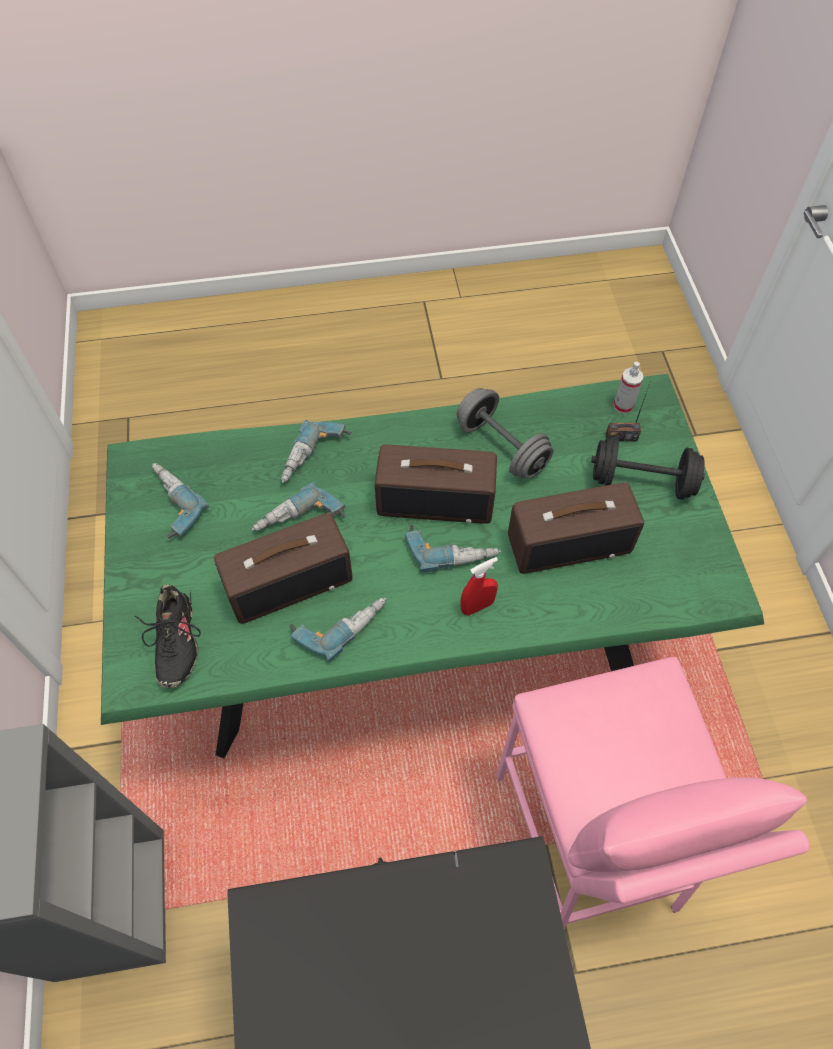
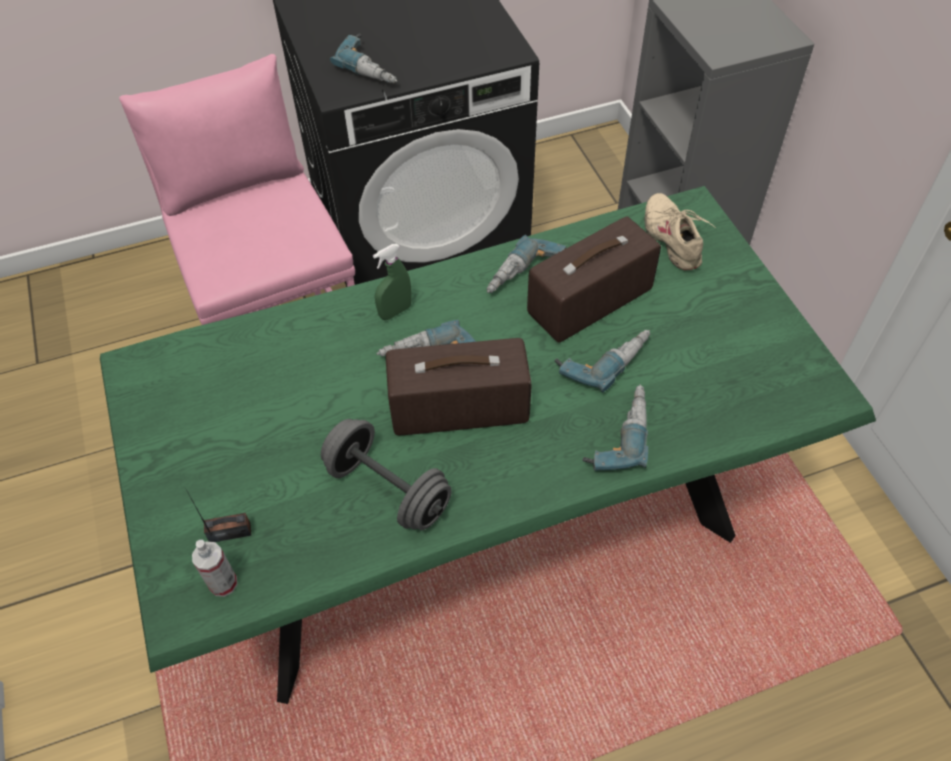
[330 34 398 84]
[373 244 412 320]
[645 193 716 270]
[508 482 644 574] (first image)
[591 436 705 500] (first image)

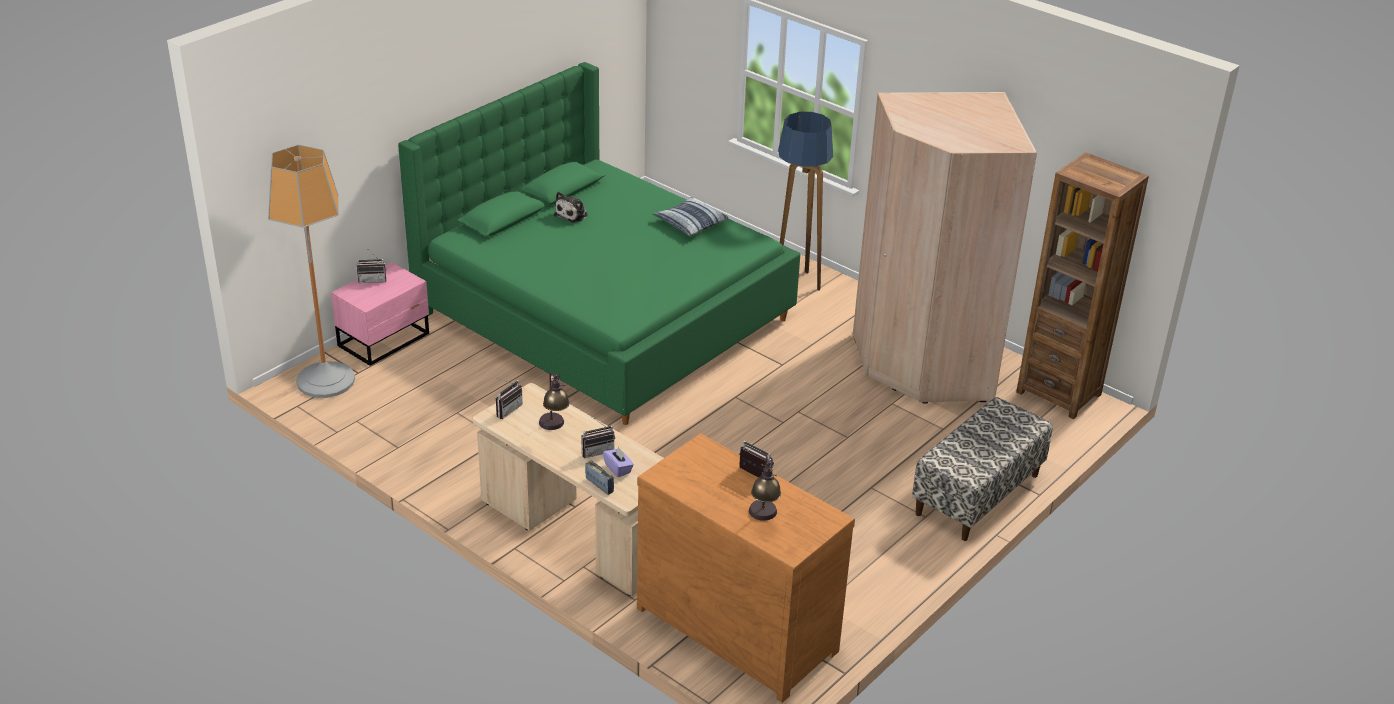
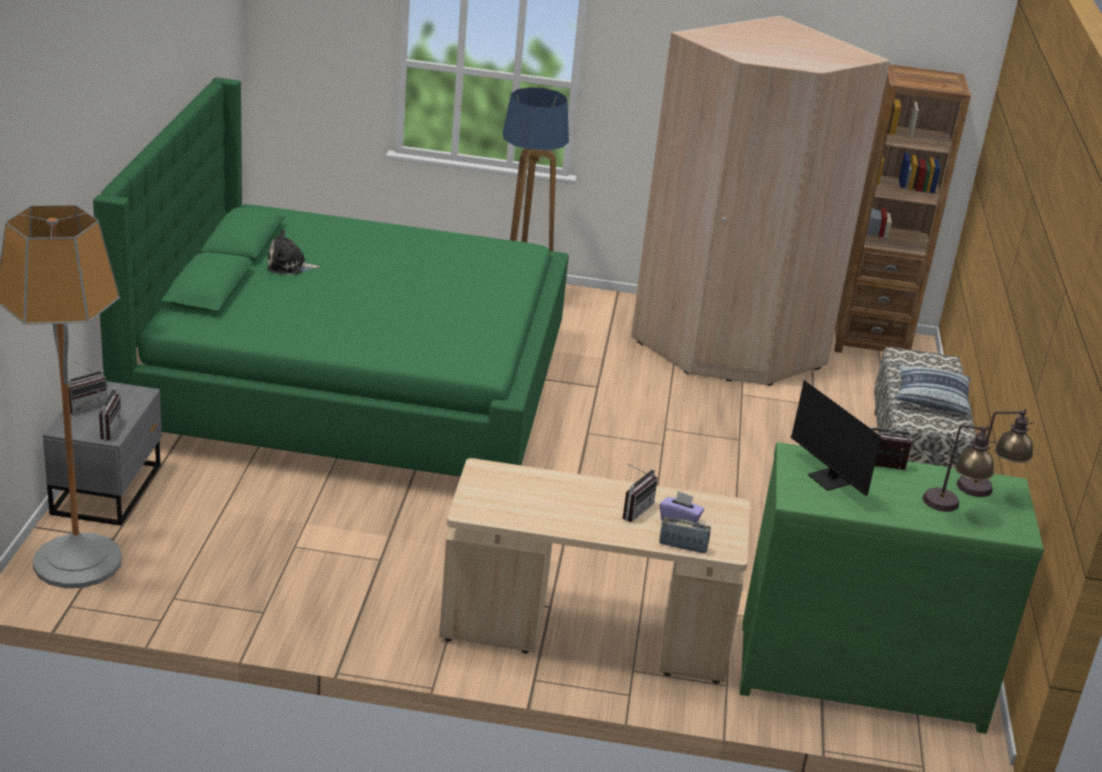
[43 381 162 526]
[91 388 122 440]
[267 229 320 275]
[740 442 1044 734]
[791 380 902 496]
[895 364 970 414]
[957 409 1034 497]

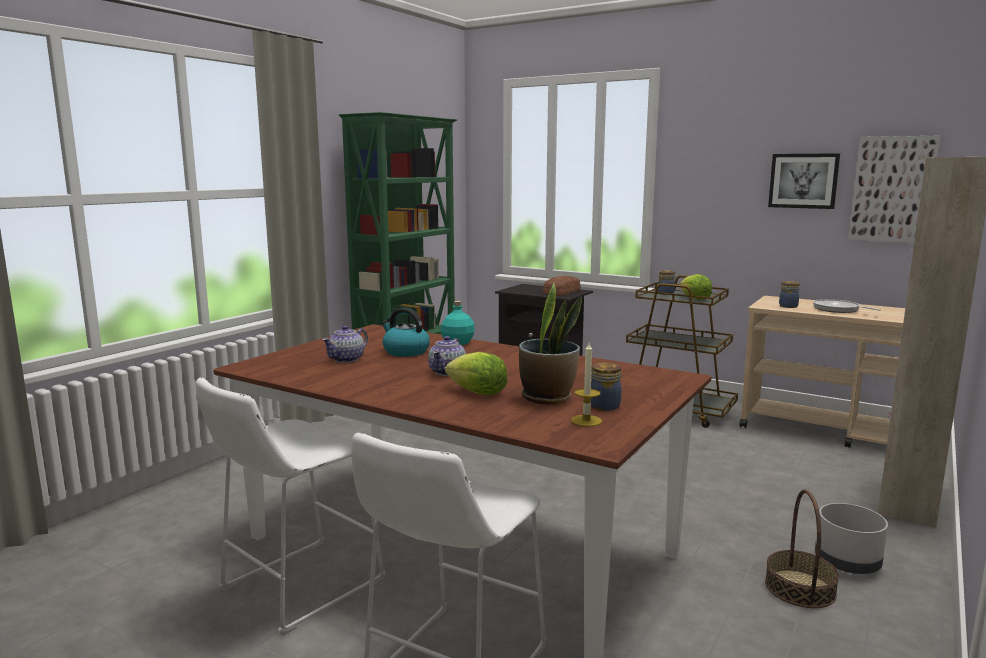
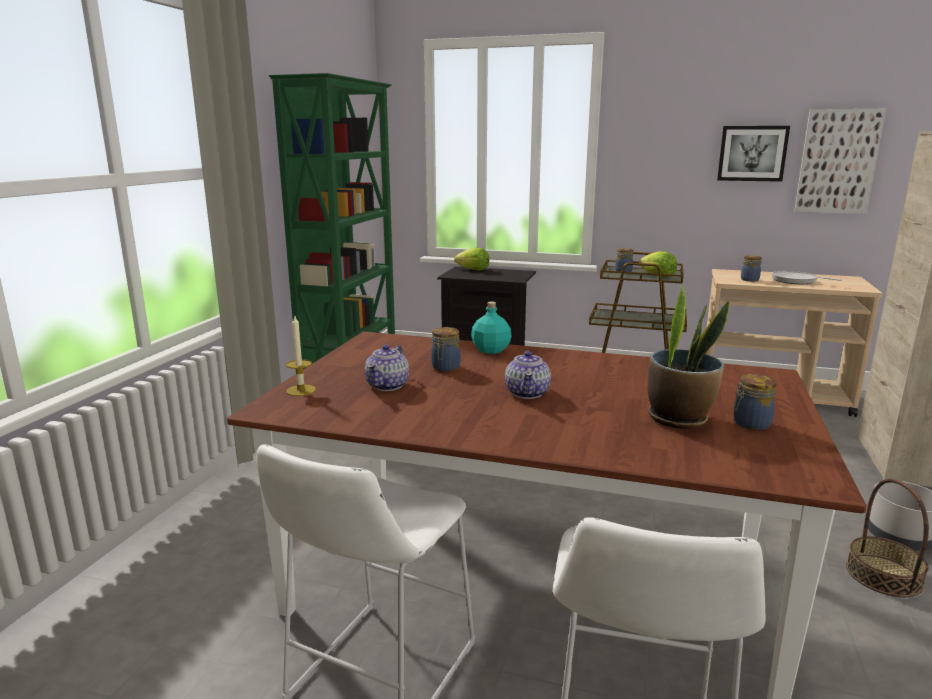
[286 316 316 396]
[431 327 460 371]
[454 248 489 270]
[543 276 581 295] (first image)

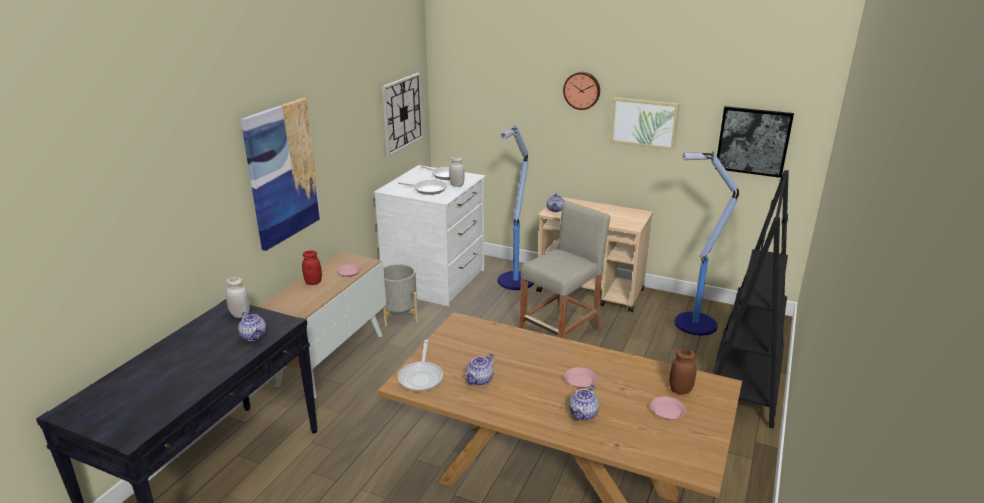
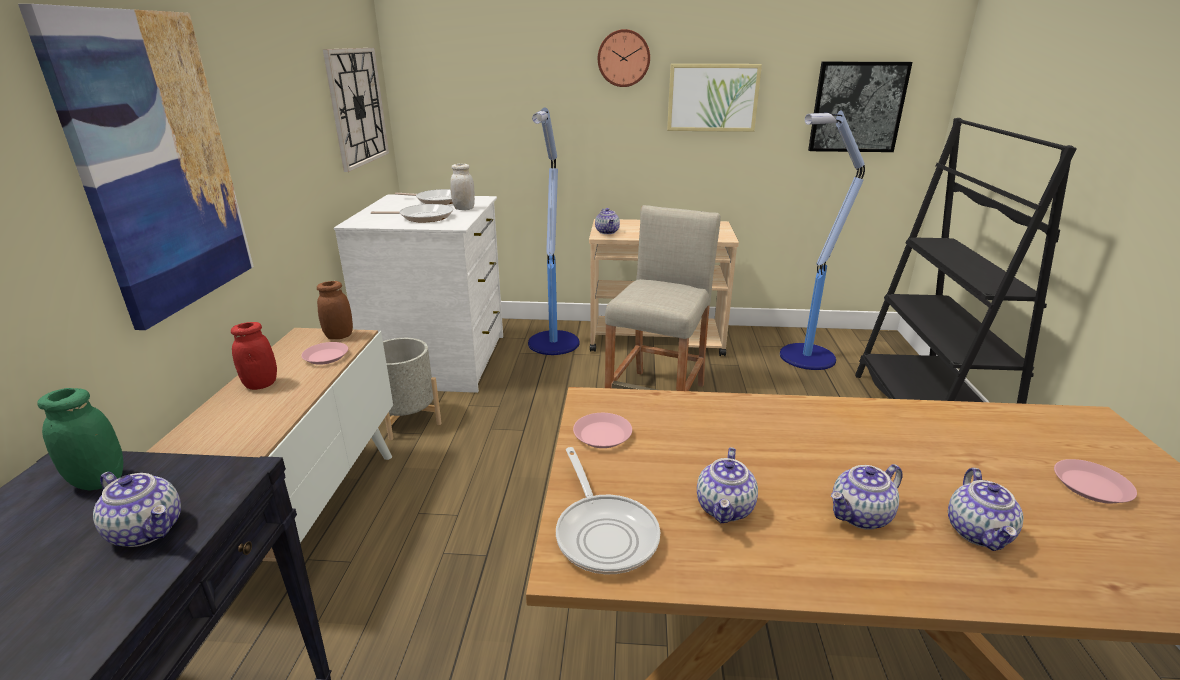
[37 388 123 491]
[317 281 353 339]
[573 413 632 448]
[831 464 902 530]

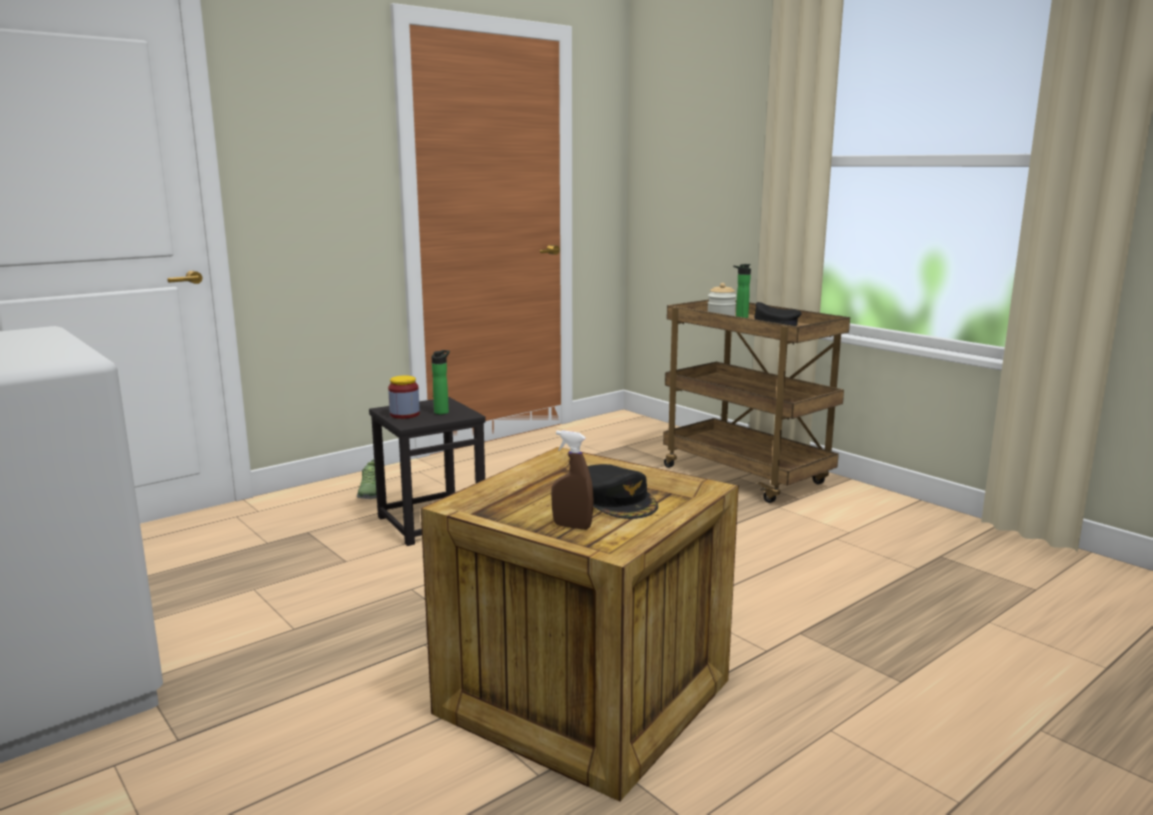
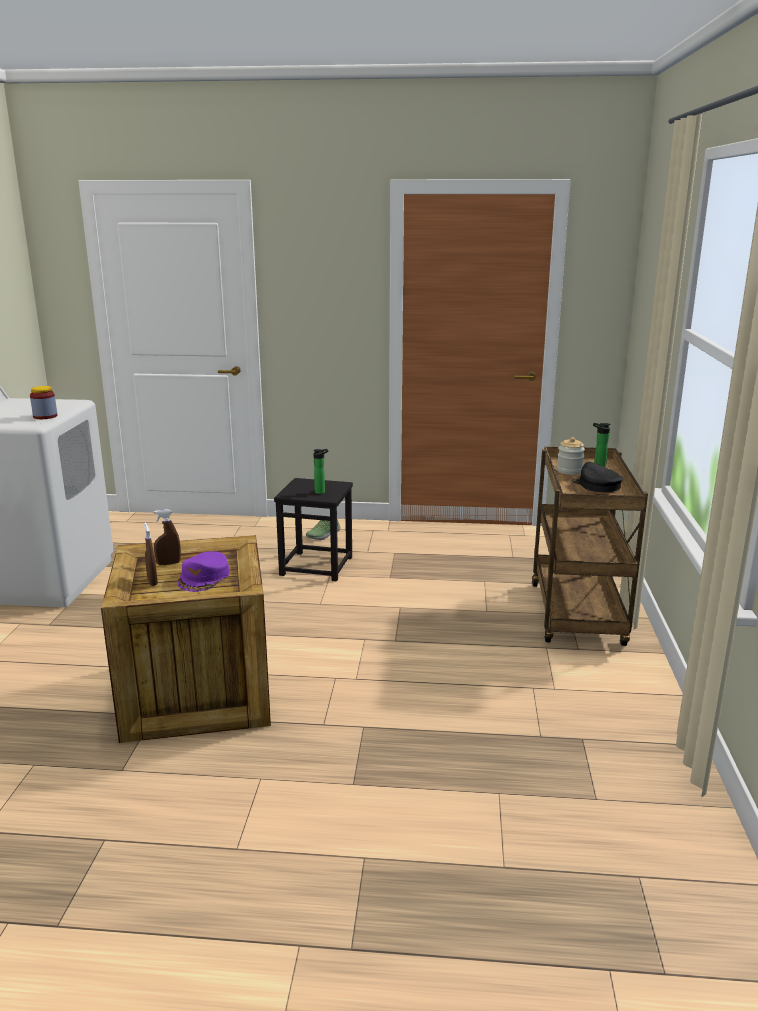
[30 386 57 419]
[154 509 181 565]
[178 551 229 592]

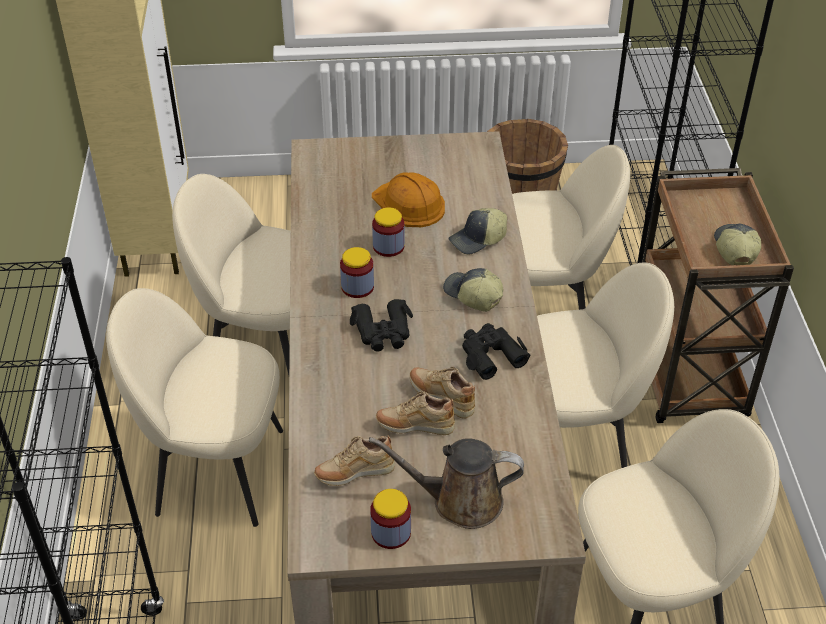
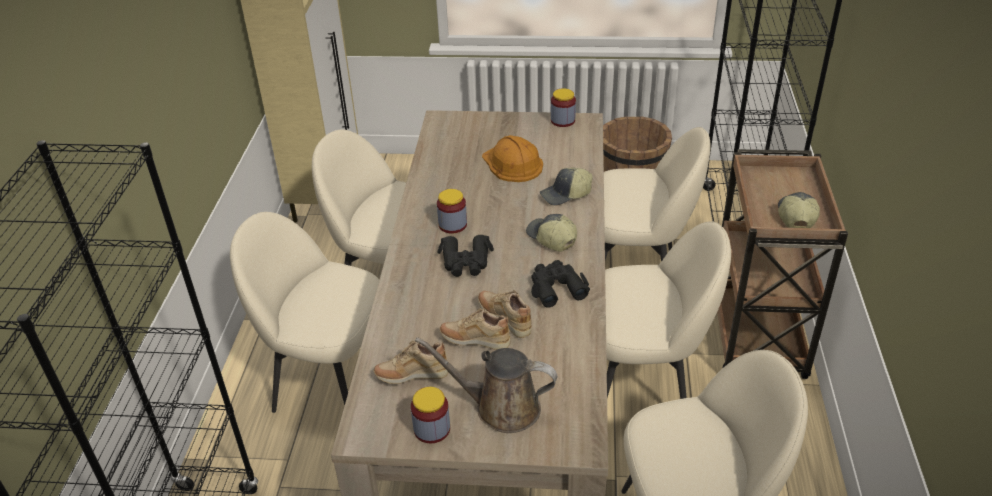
[551 88 576 127]

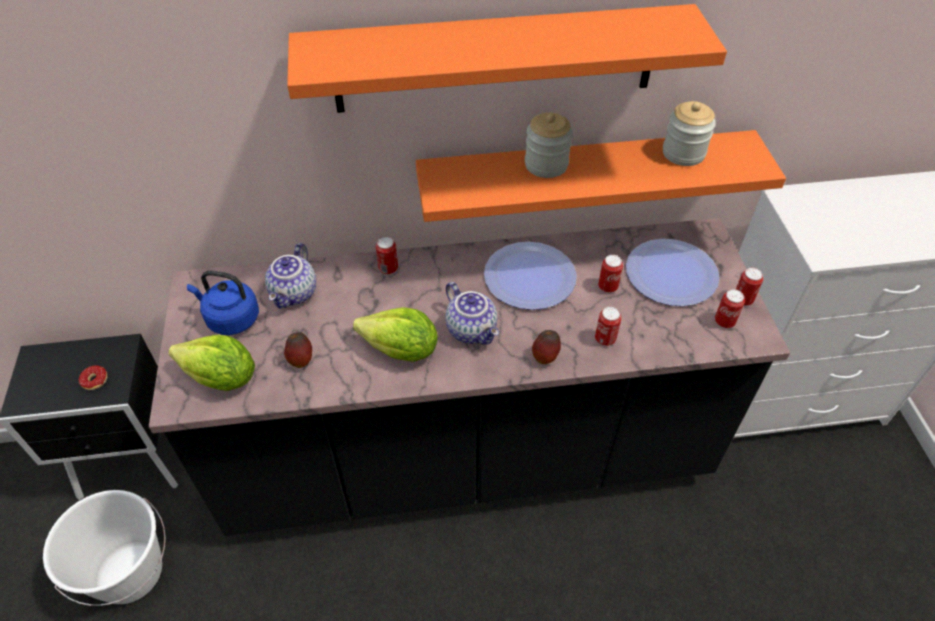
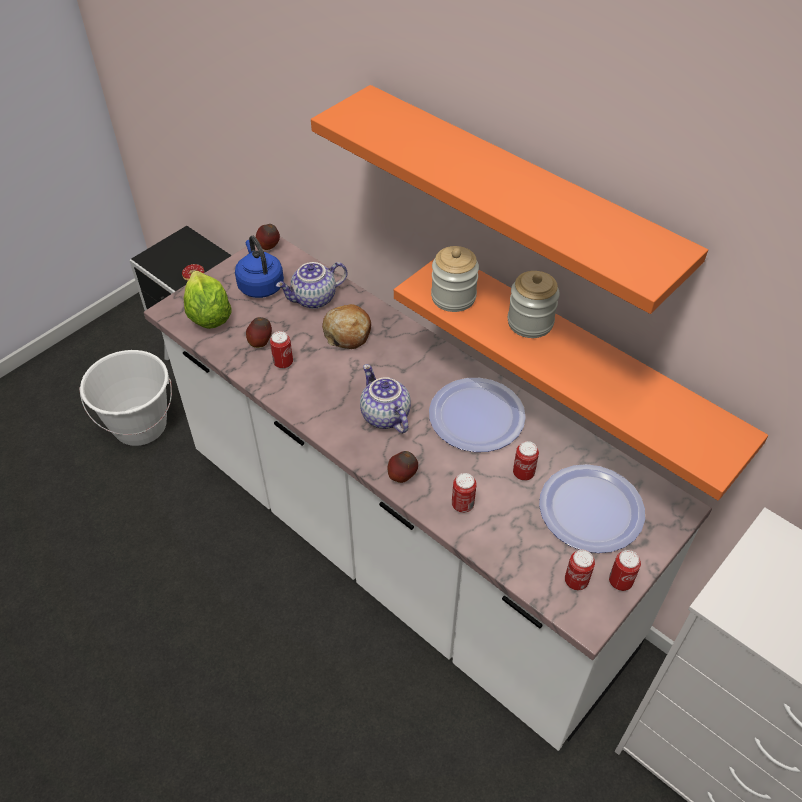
[144 237 712 751]
[256 224 280 250]
[270 331 293 369]
[322 304 371 349]
[360 364 411 433]
[431 246 479 312]
[353 307 438 362] (first image)

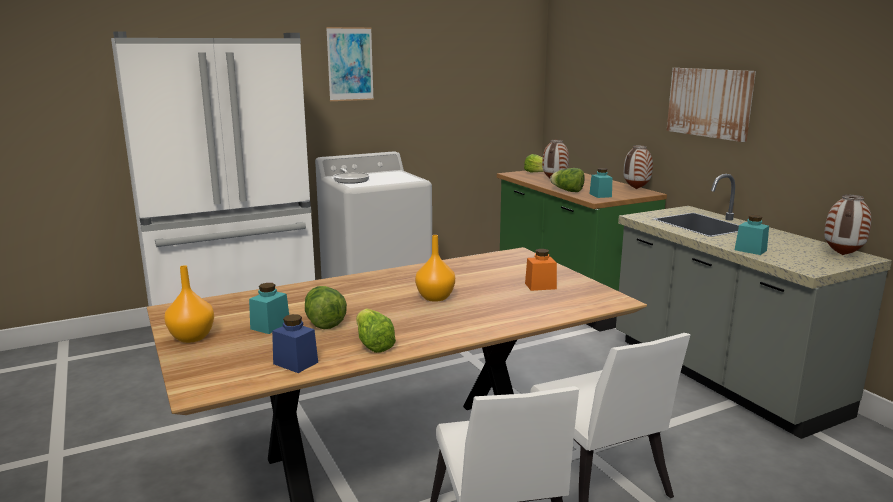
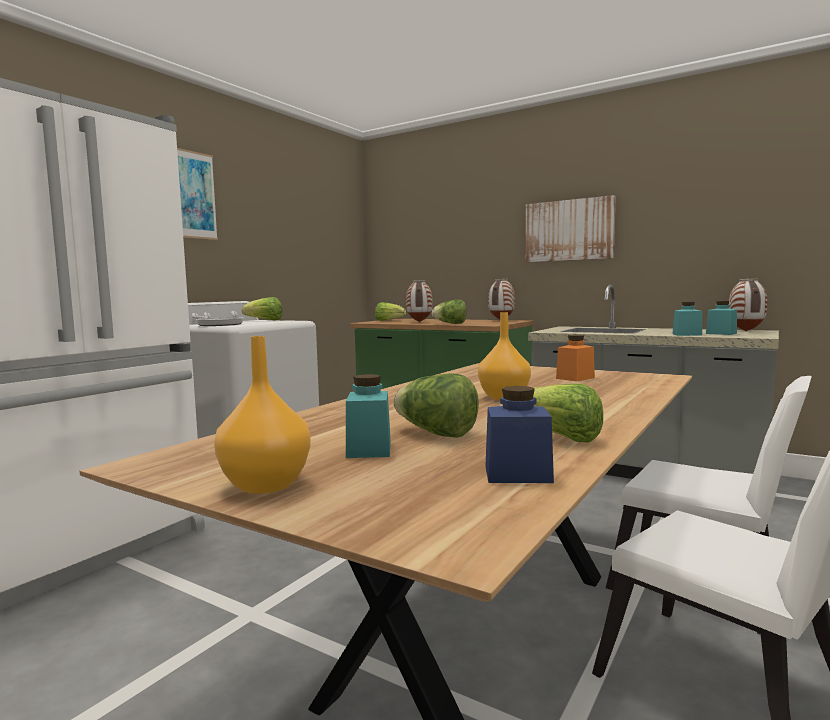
[242 297 283 321]
[706 301 737 335]

